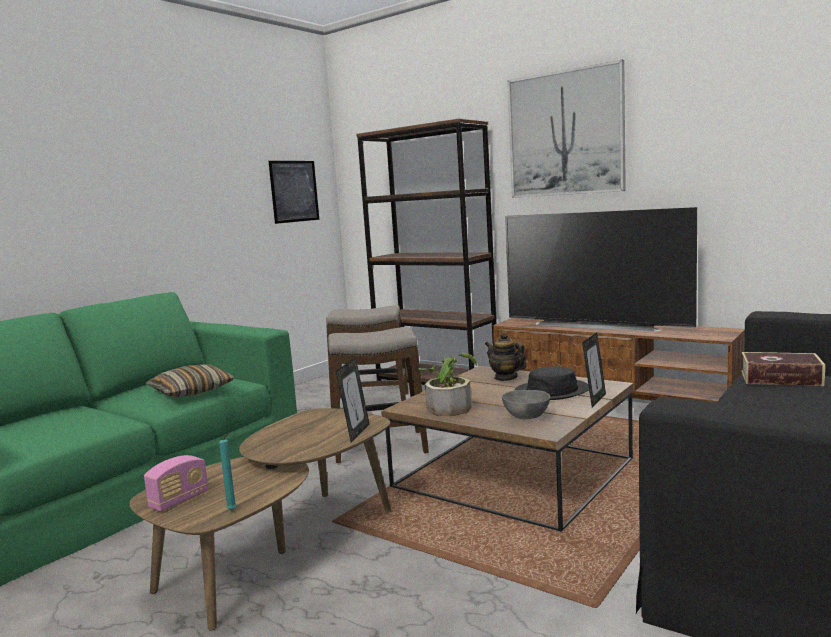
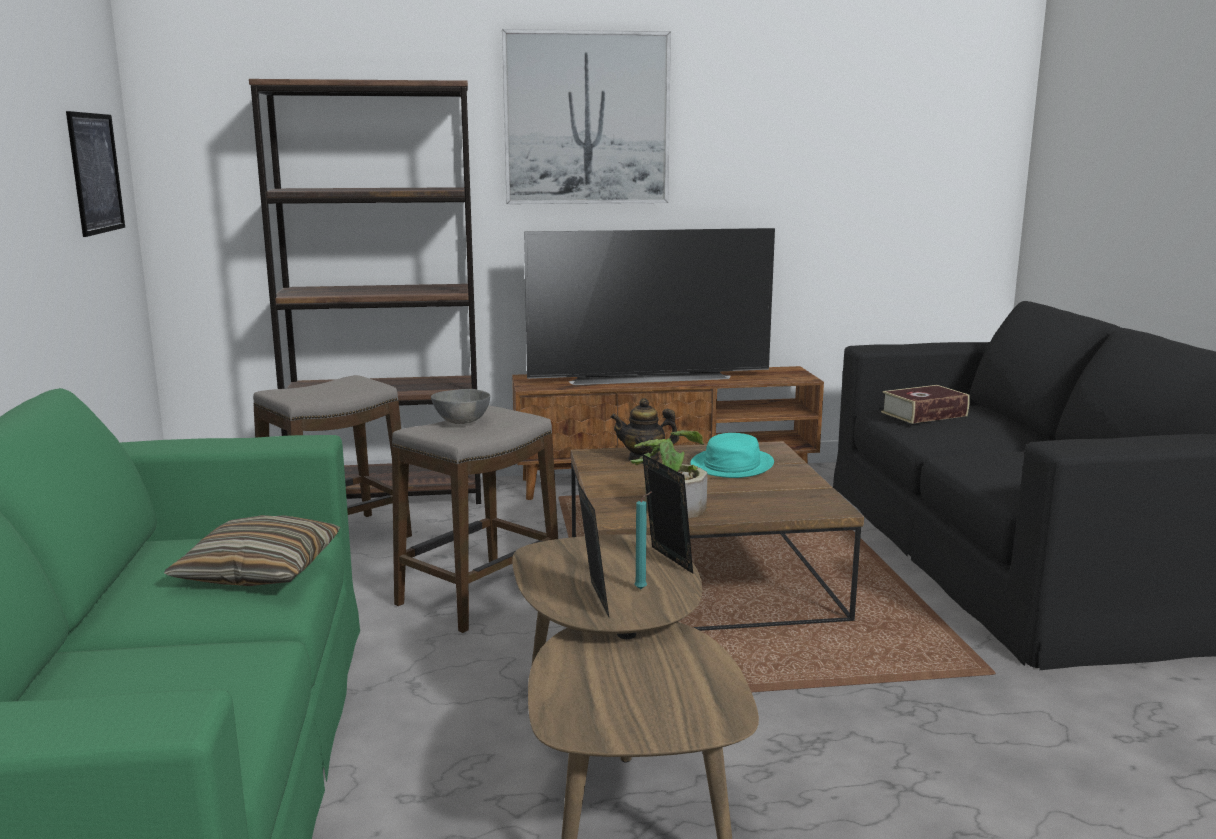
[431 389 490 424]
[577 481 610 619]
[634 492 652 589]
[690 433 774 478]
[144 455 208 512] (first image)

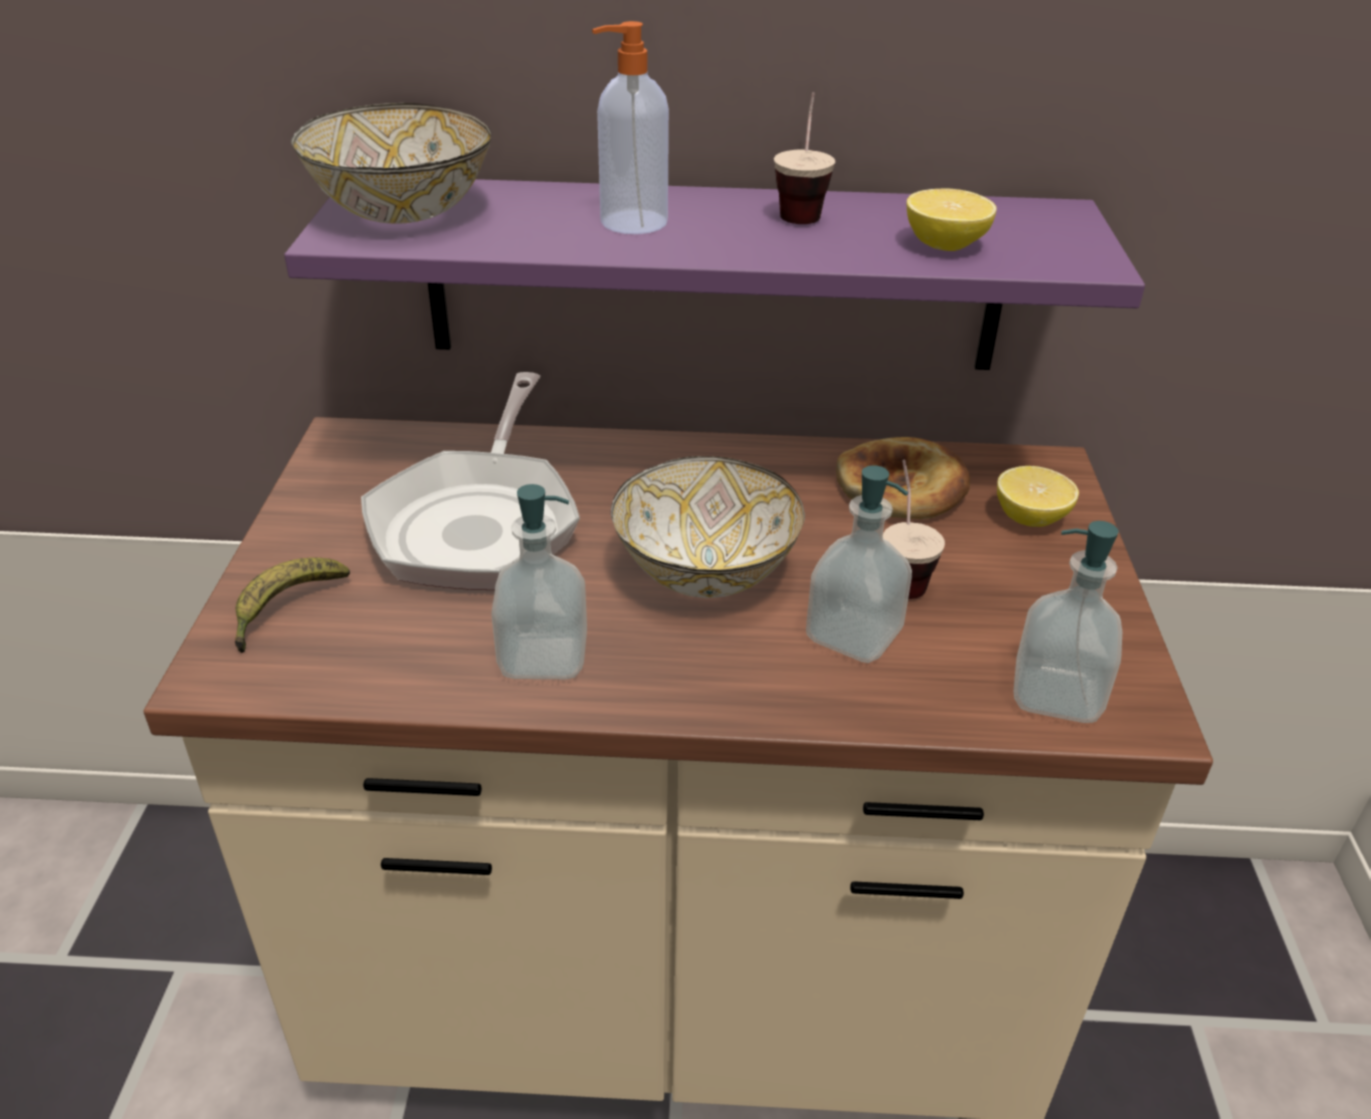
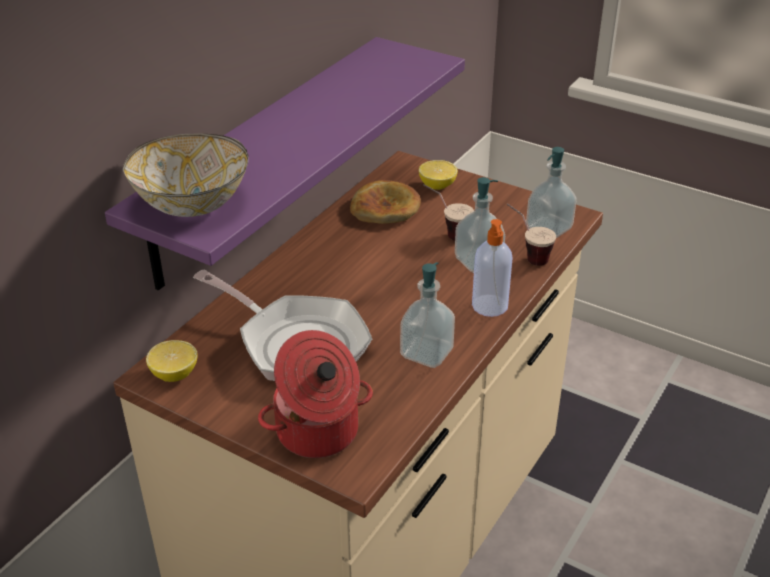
[146 340 198 382]
[258 330 373 458]
[472 219 513 317]
[506 203 556 266]
[611 456 805 598] (first image)

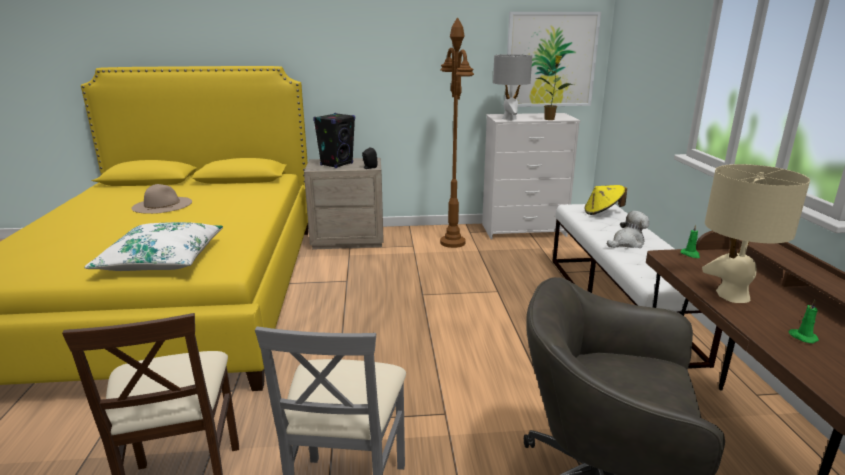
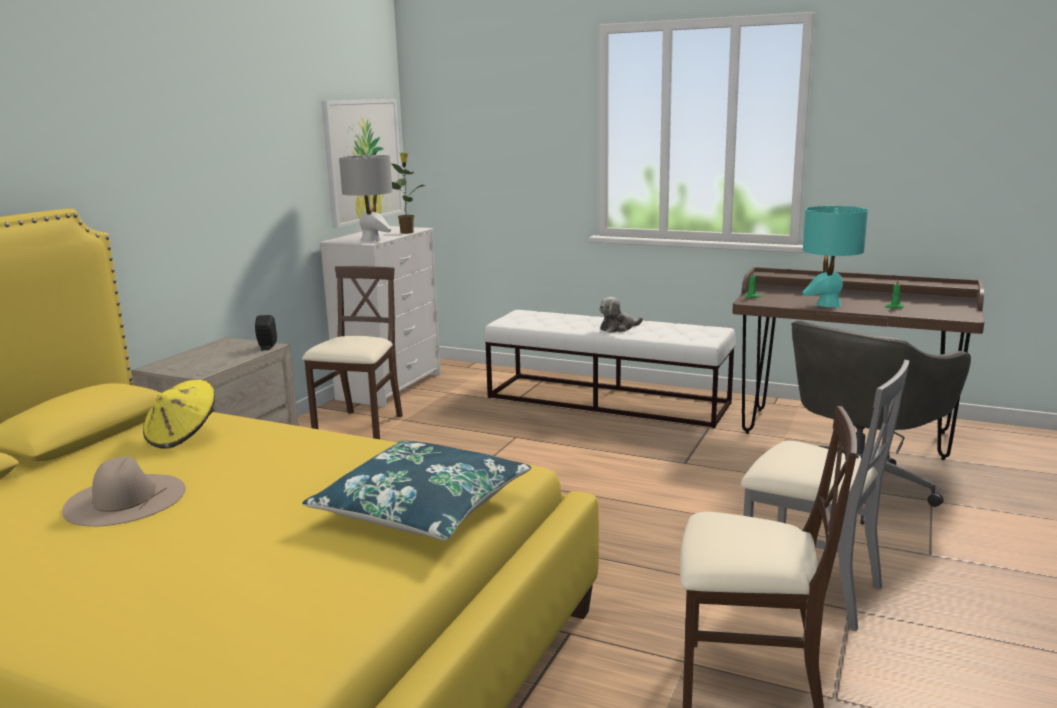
[143 380 215 449]
[302 266 403 439]
[302 440 531 541]
[599 297 643 333]
[803 206 868 307]
[313 113 355 168] (first image)

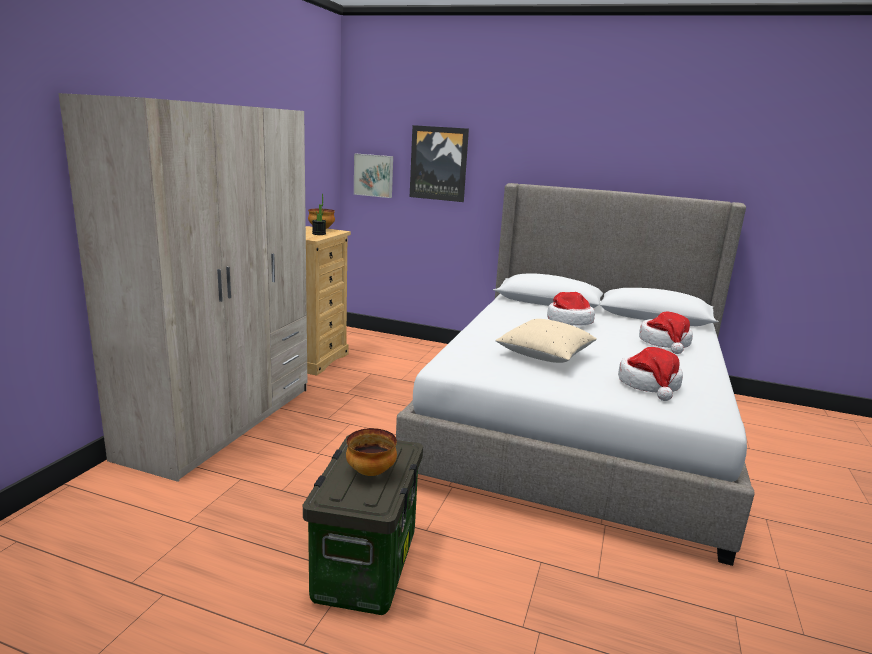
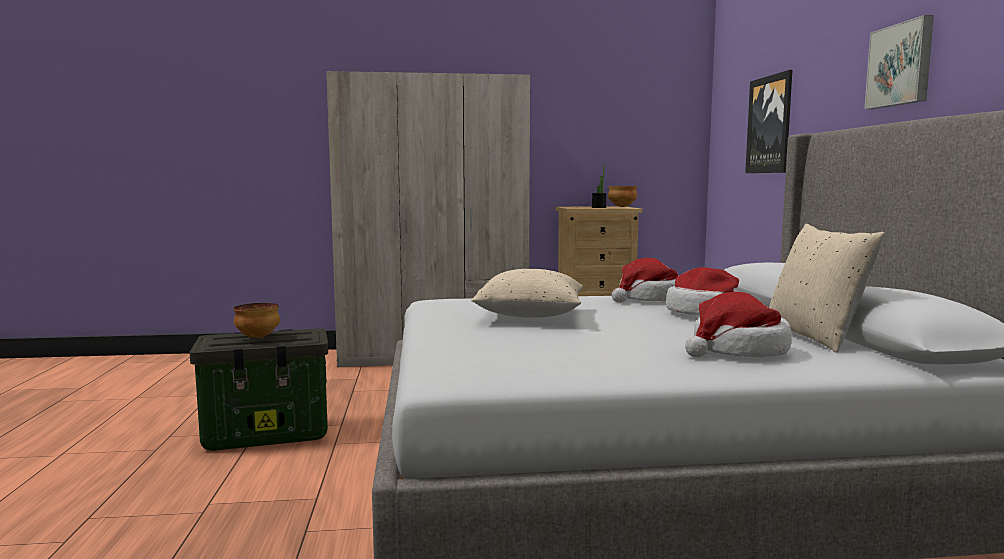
[612 258 679 302]
[769 224 885 353]
[864 15 934 109]

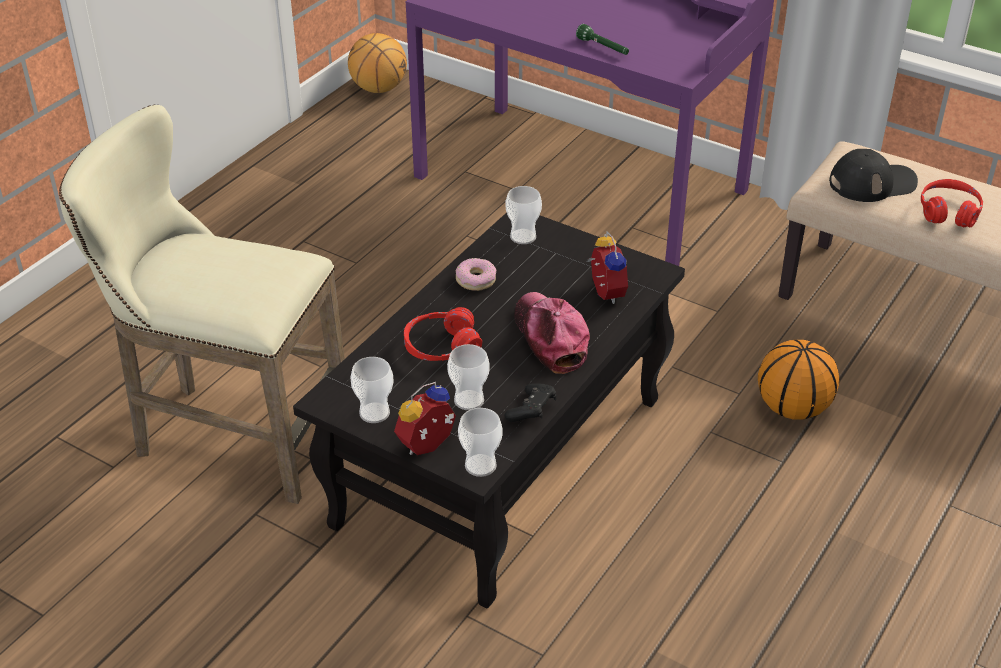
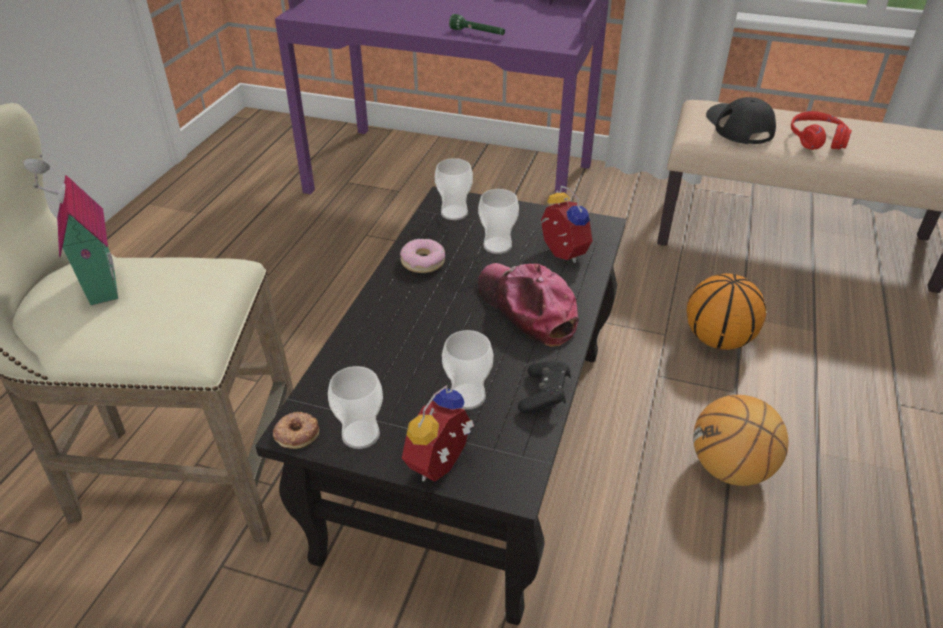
[23 154 118 305]
[273 412 319 449]
[478 189 519 254]
[693 395 788 486]
[706 97 776 144]
[404 307 482 361] (first image)

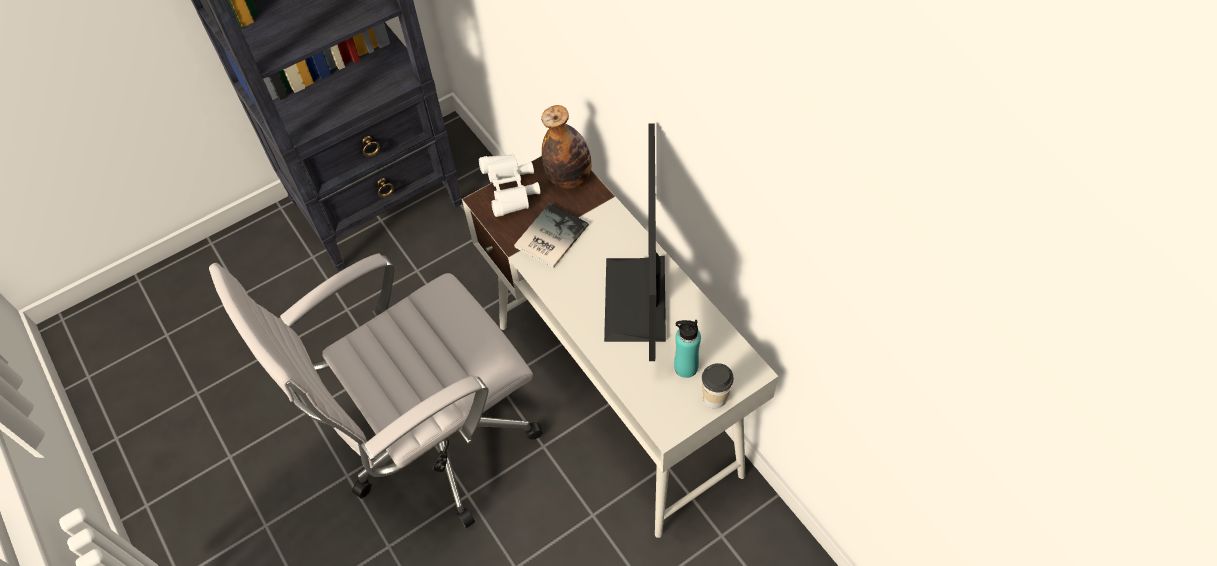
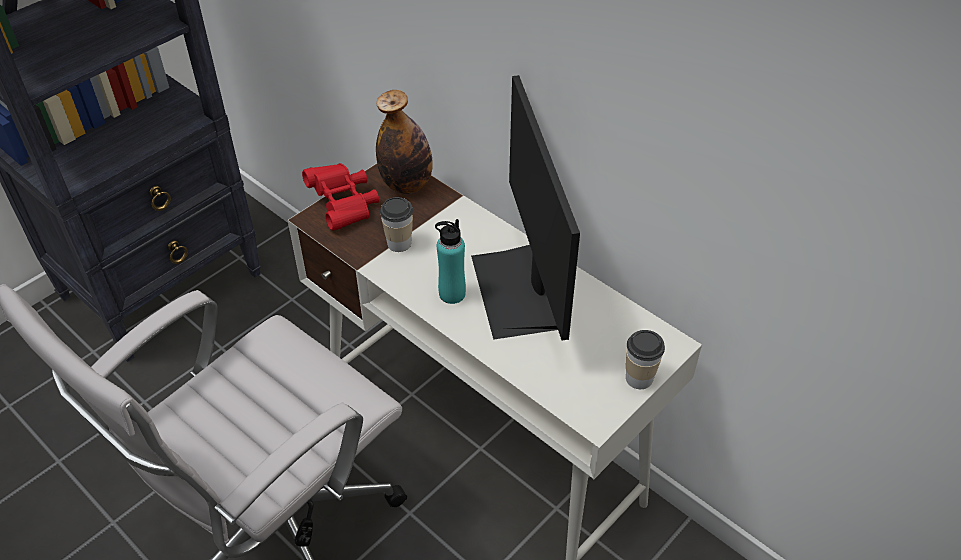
[302 163 379 231]
[380 197 413 252]
[435 219 466 304]

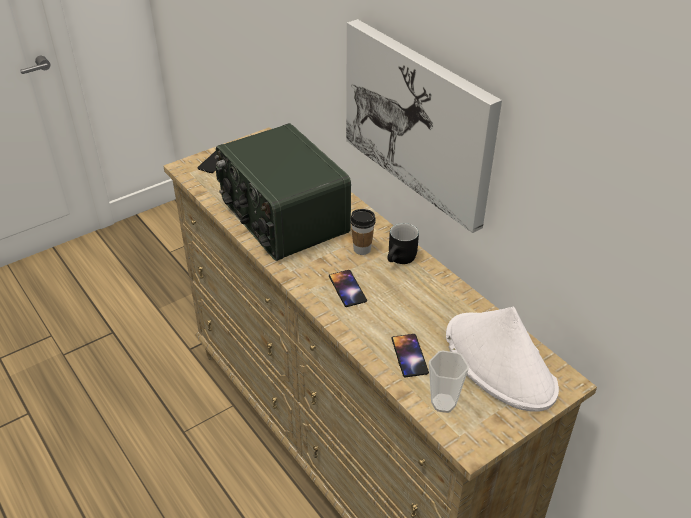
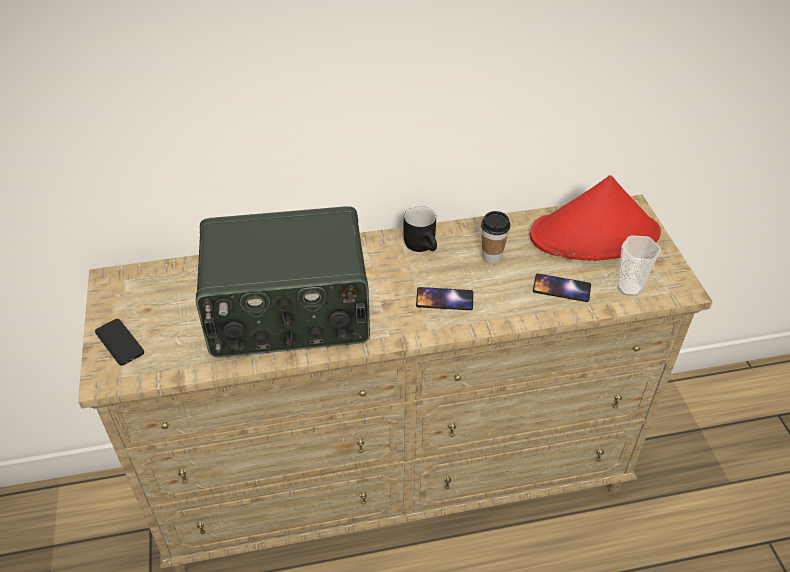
[481 211 510 263]
[530 175 661 261]
[346 19 502 233] (first image)

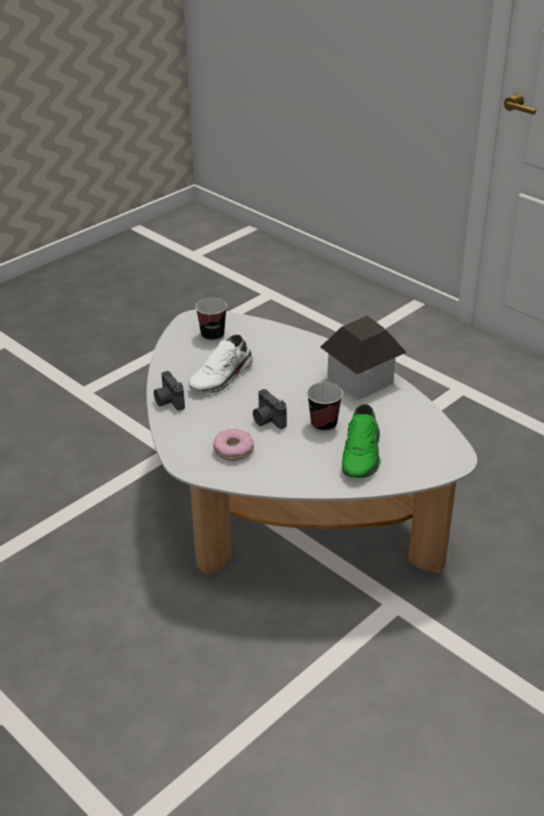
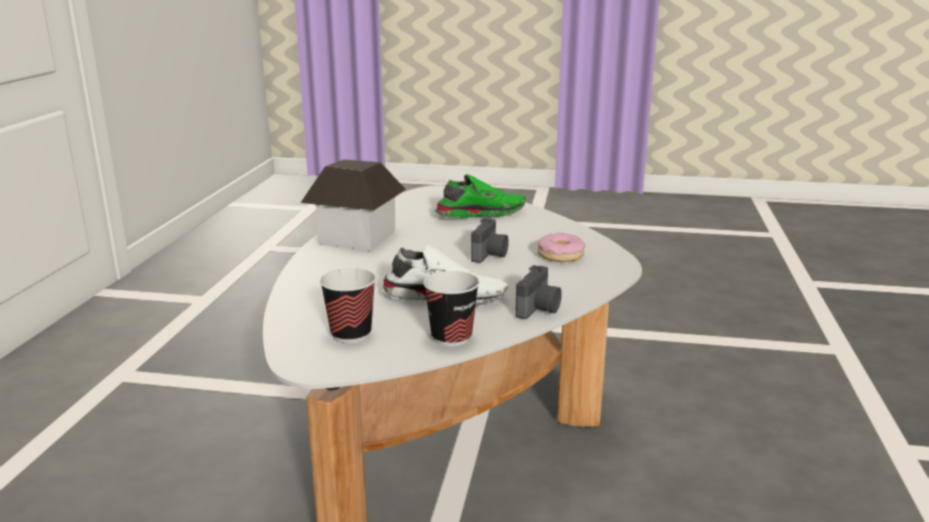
[423 271 480 347]

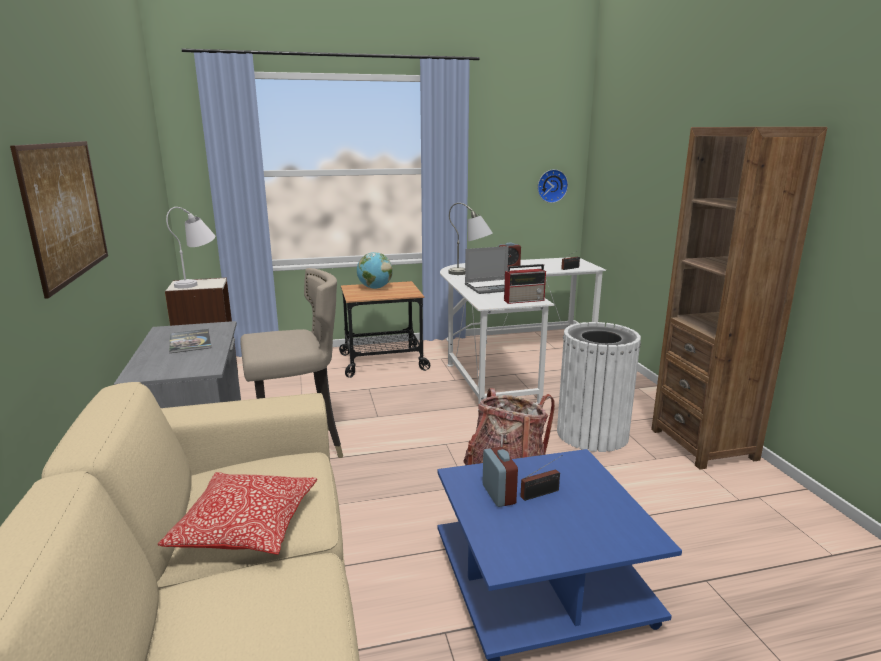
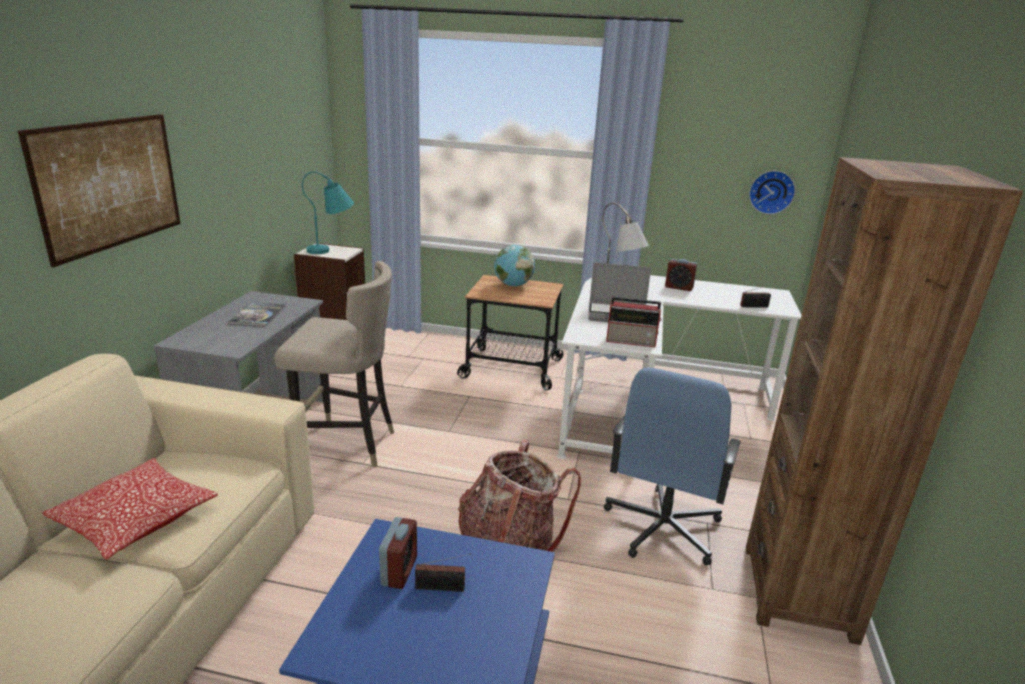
[302 171 354 254]
[604 368 741 565]

